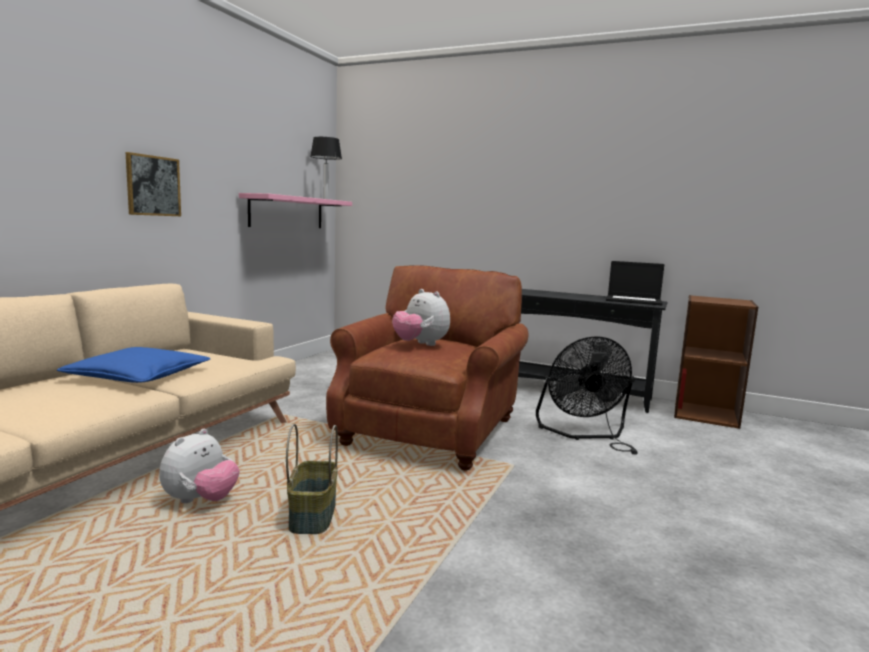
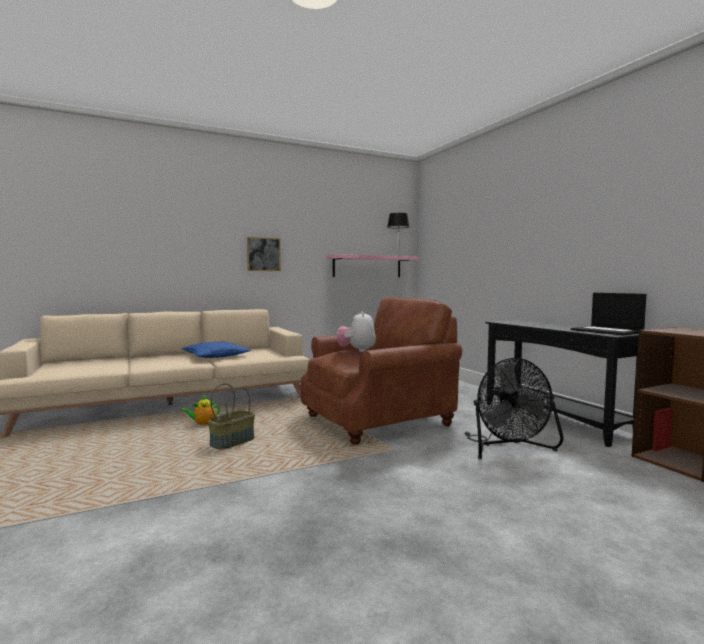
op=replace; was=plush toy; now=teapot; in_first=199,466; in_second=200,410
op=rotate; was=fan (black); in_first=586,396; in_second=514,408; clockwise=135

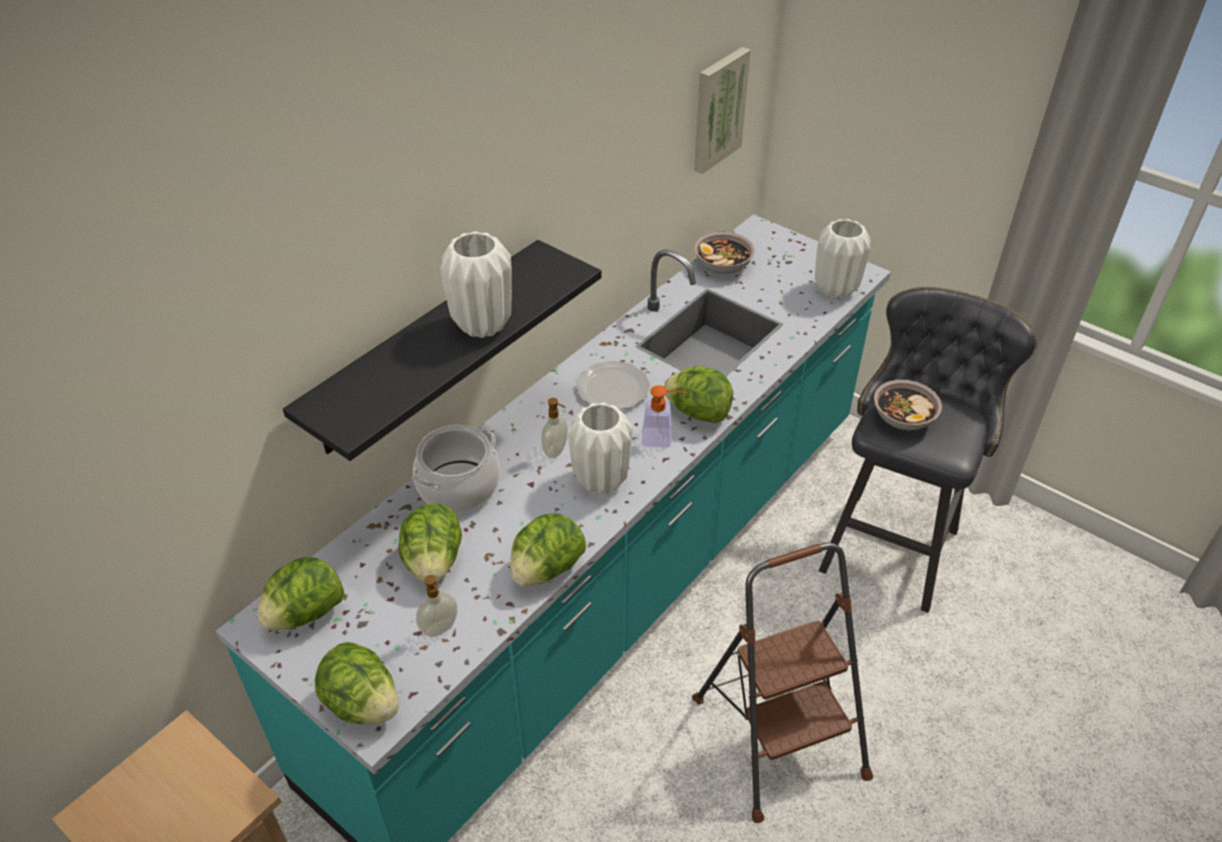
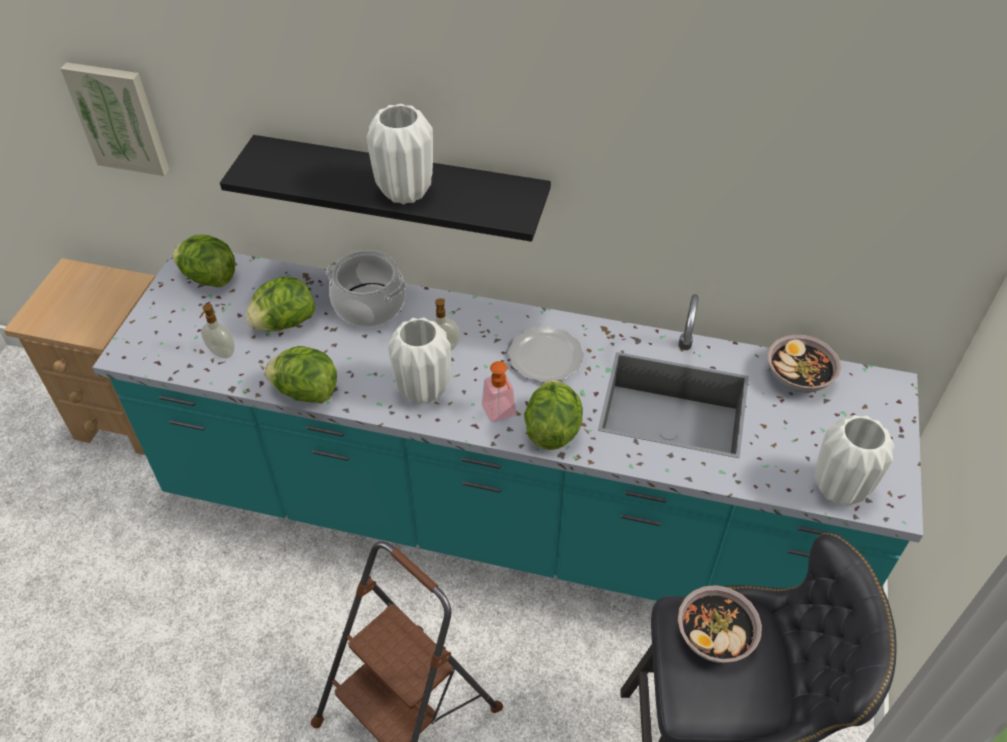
op=delete; was=lettuce; in_first=357,683
op=move; was=picture; in_first=722,110; in_second=114,119

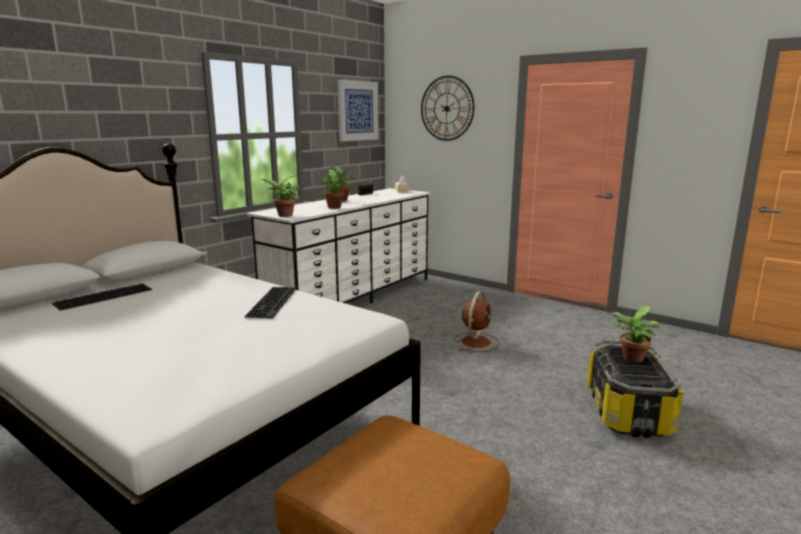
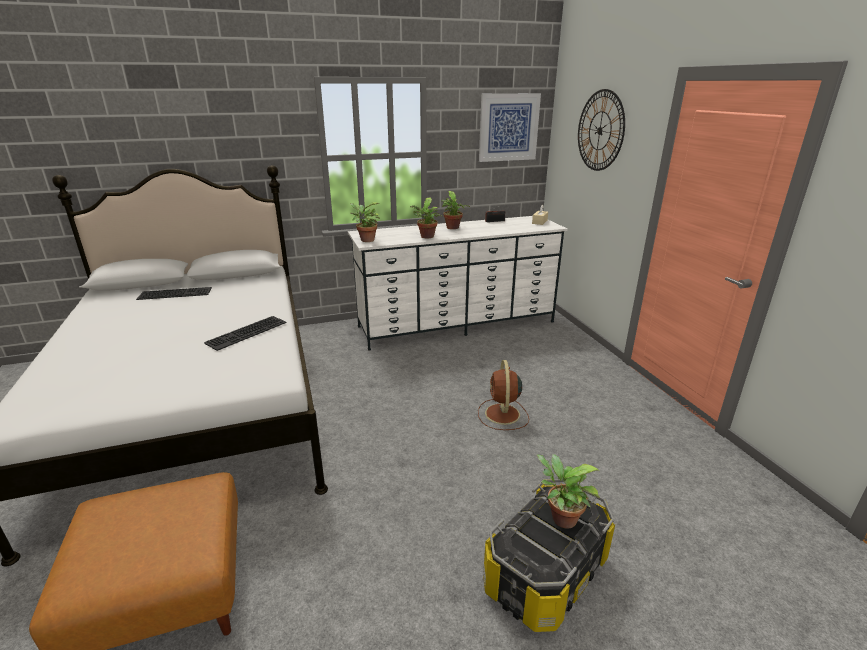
op=rotate; was=fan (brown); in_first=476,321; in_second=503,395; clockwise=120

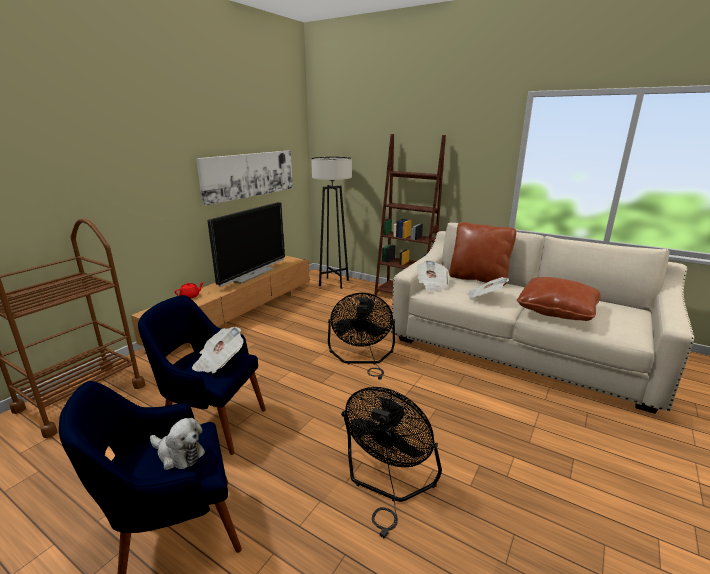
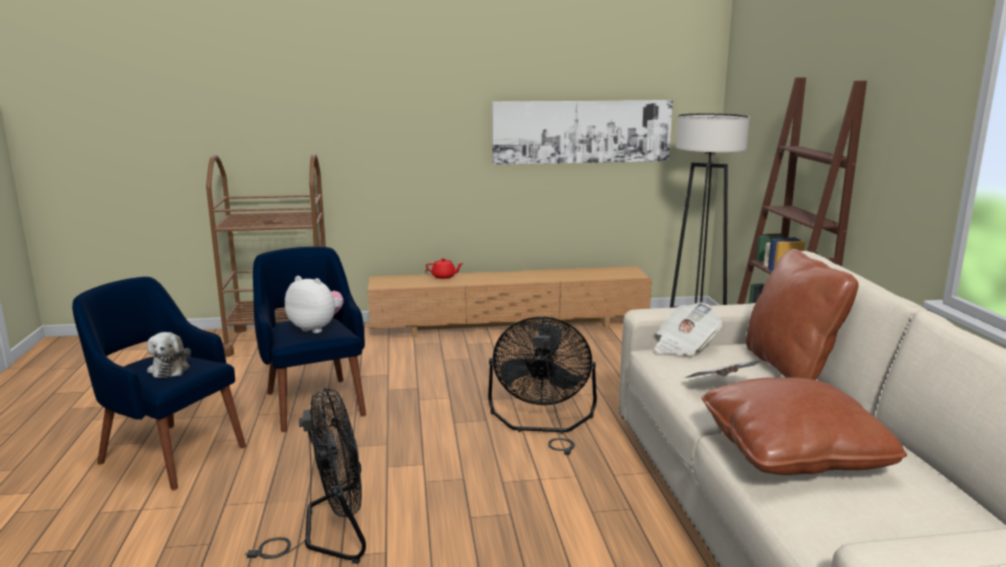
op=replace; was=newspaper; now=plush toy; in_first=218,350; in_second=314,304
op=delete; was=television; in_first=246,244
op=rotate; was=fan (black); in_first=361,336; in_second=542,385; clockwise=-45

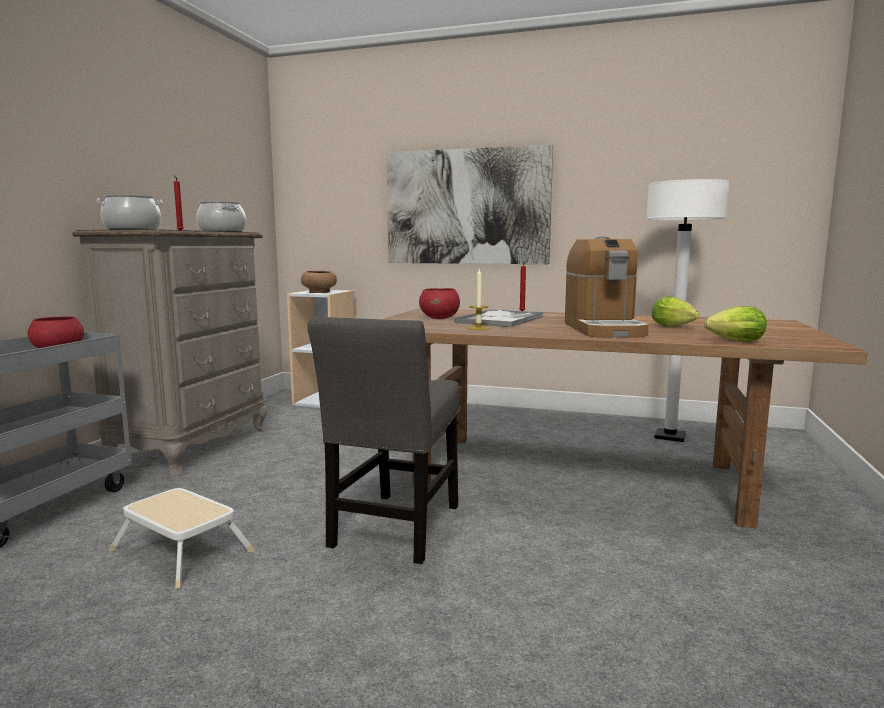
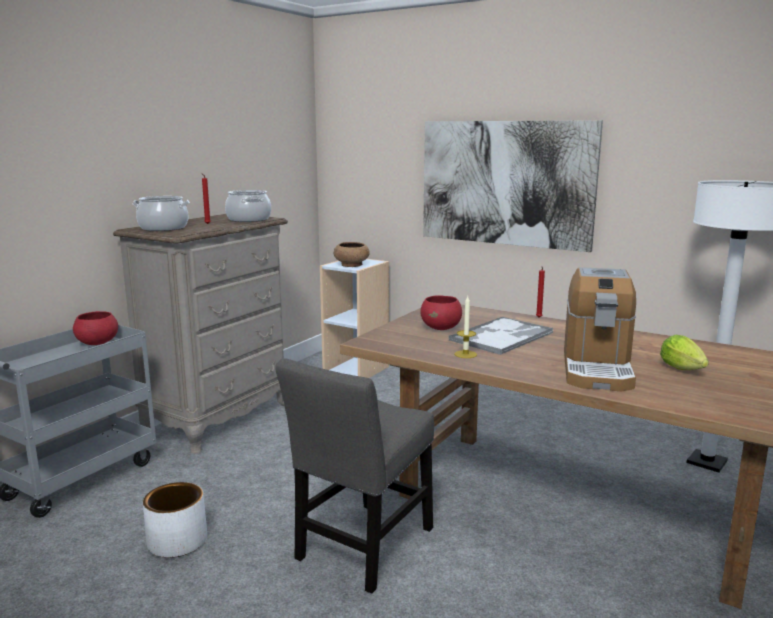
op=replace; was=step ladder (beige); now=planter (white); in_first=182,538; in_second=175,520
op=delete; was=lettuce; in_first=735,324

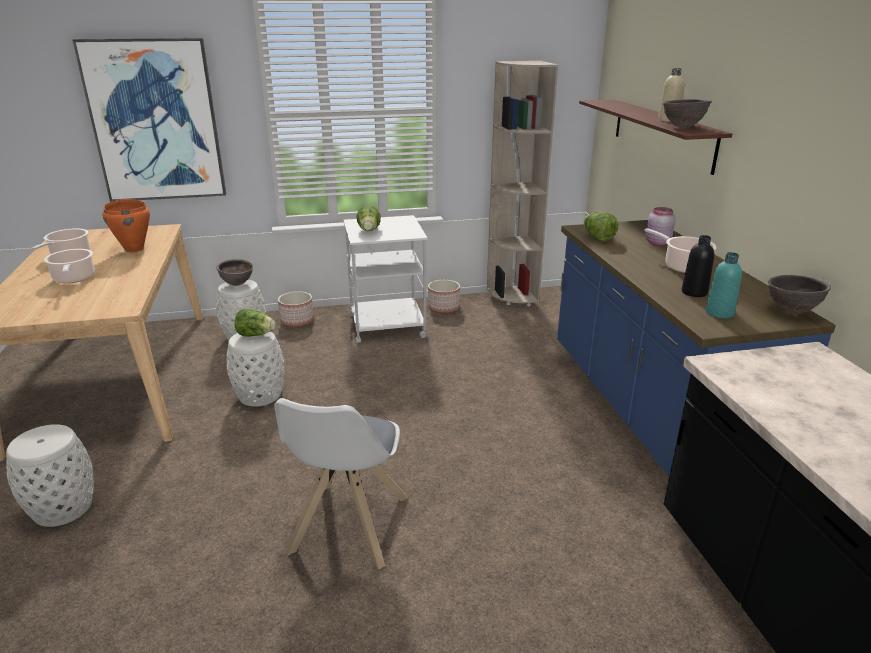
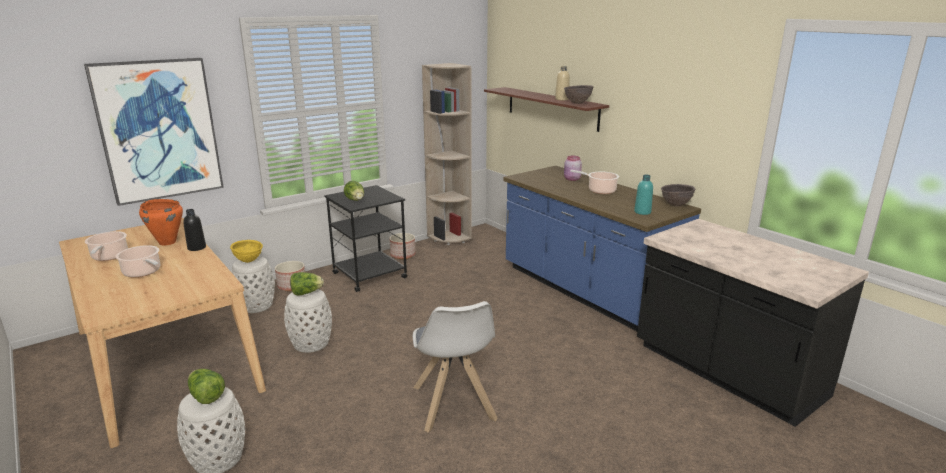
op=recolor; was=bowl (brown); now=bowl (yellow); in_first=234,272; in_second=246,251
op=recolor; was=cart (white); now=cart (black); in_first=385,279; in_second=366,238
op=move; was=lettuce; in_first=601,227; in_second=206,386
op=move; was=bottle (black); in_first=698,266; in_second=194,230

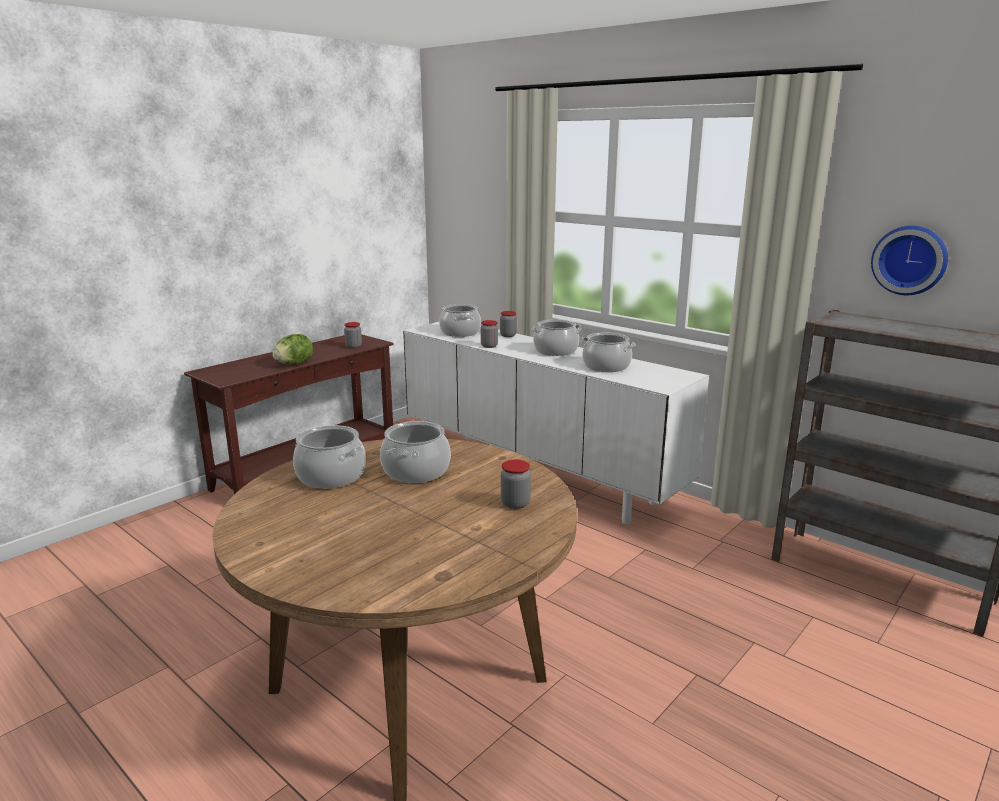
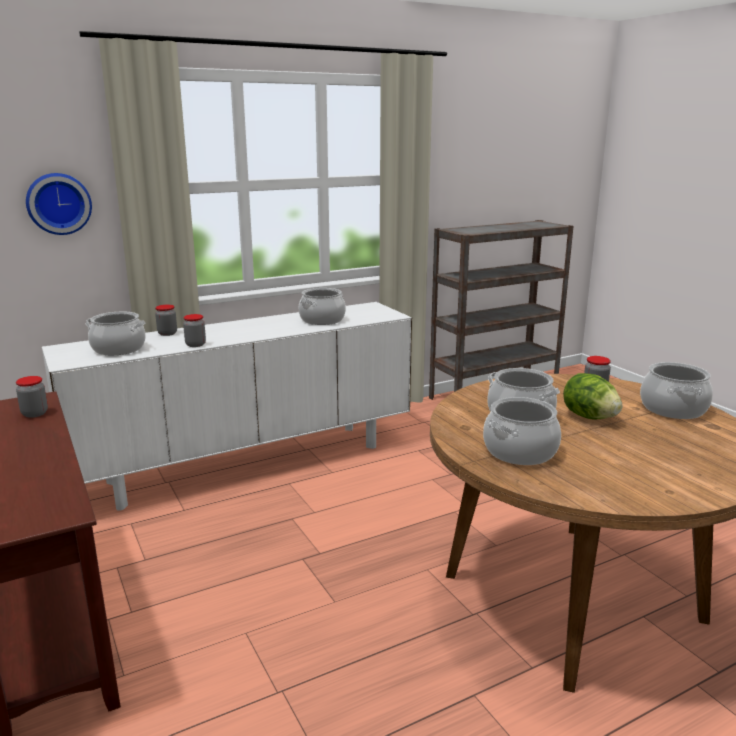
op=move; was=lettuce; in_first=292,349; in_second=592,396
op=move; was=cooking pot; in_first=556,337; in_second=676,390
op=move; was=wall clock; in_first=909,260; in_second=59,204

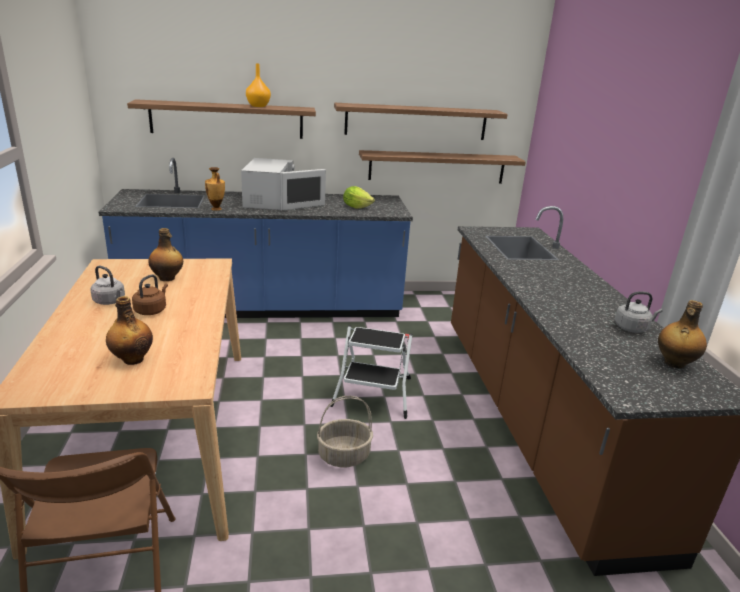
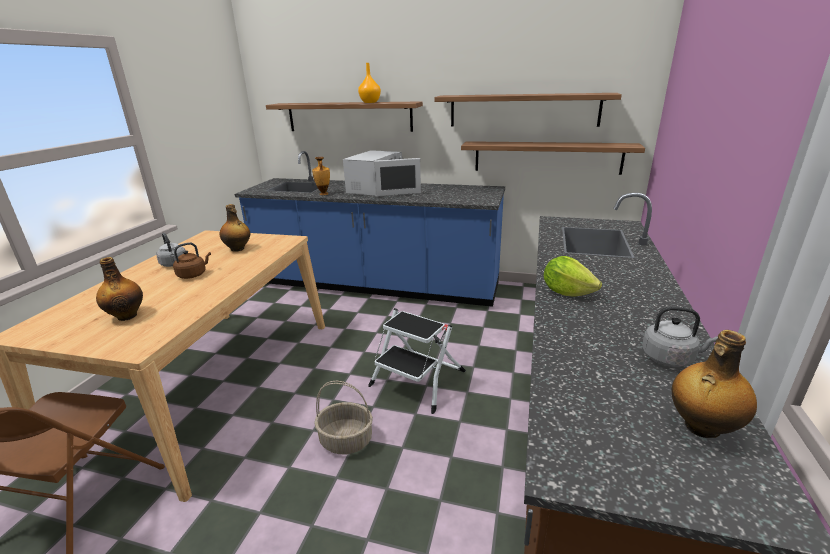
op=move; was=lettuce; in_first=359,197; in_second=572,276

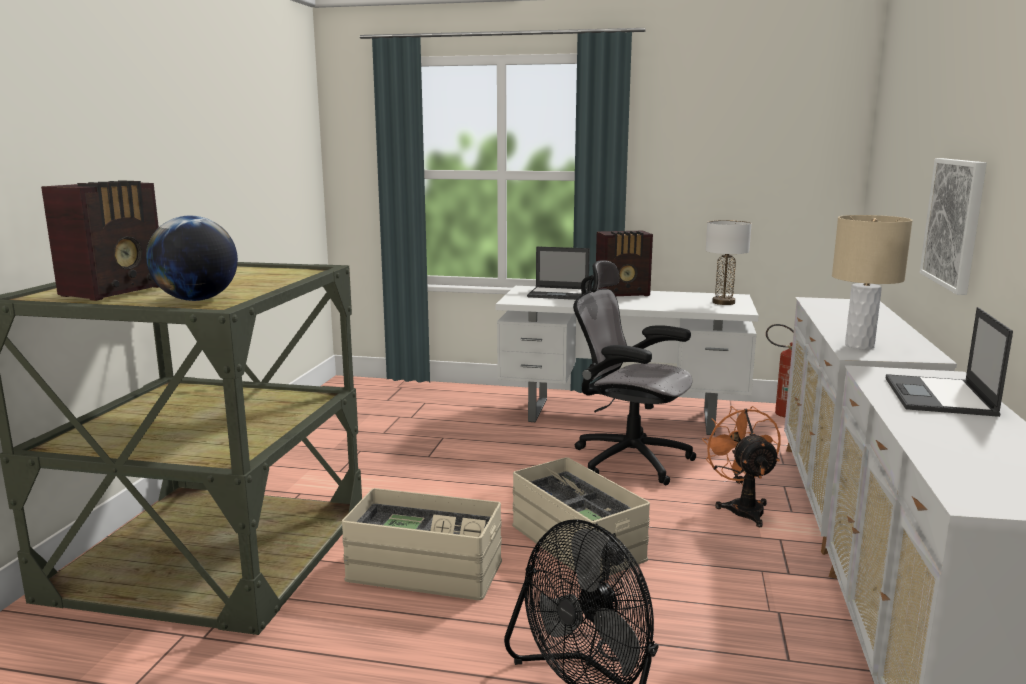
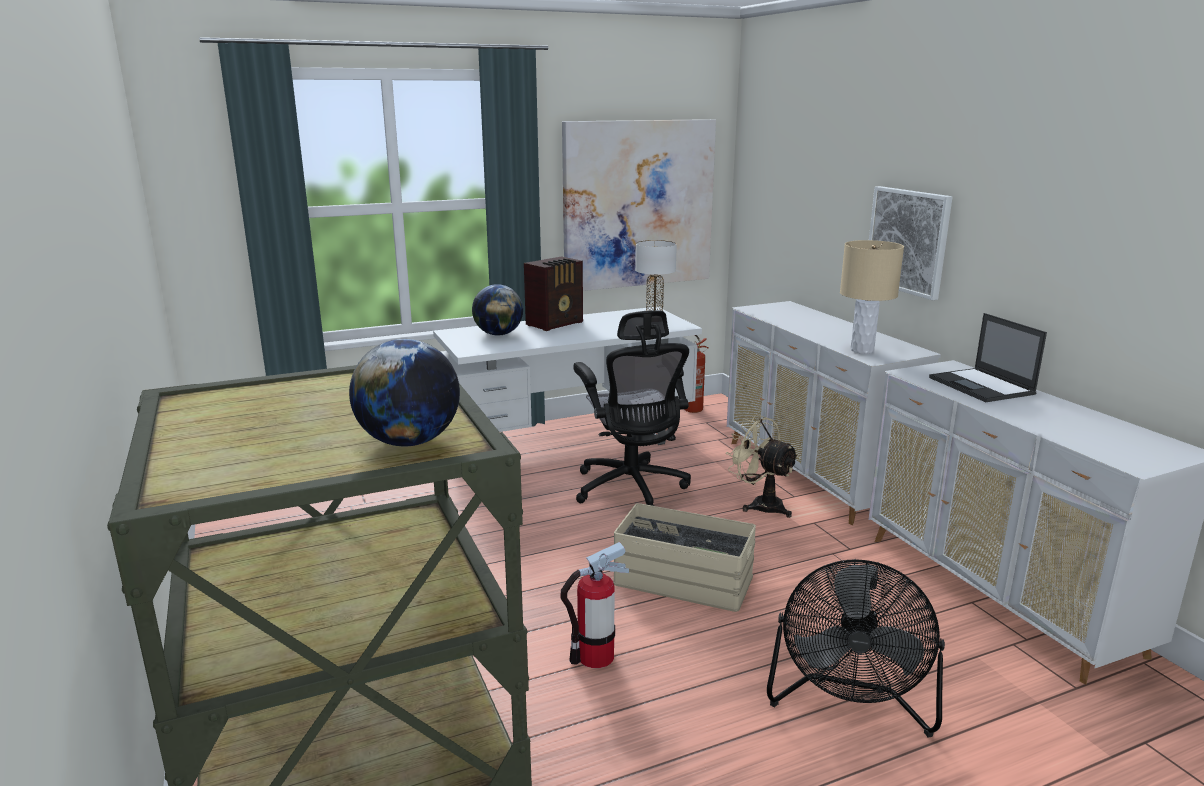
op=delete; was=radio; in_first=100,240
op=replace; was=storage box (beige); now=fire extinguisher; in_first=422,544; in_second=594,605
op=replace; was=laptop; now=globe; in_first=558,273; in_second=497,310
op=rotate; was=office chair; in_first=634,372; in_second=632,408; clockwise=-105
op=recolor; was=fan (orange); now=fan (beige); in_first=741,466; in_second=762,466
op=insert; now=picture; in_second=639,205

